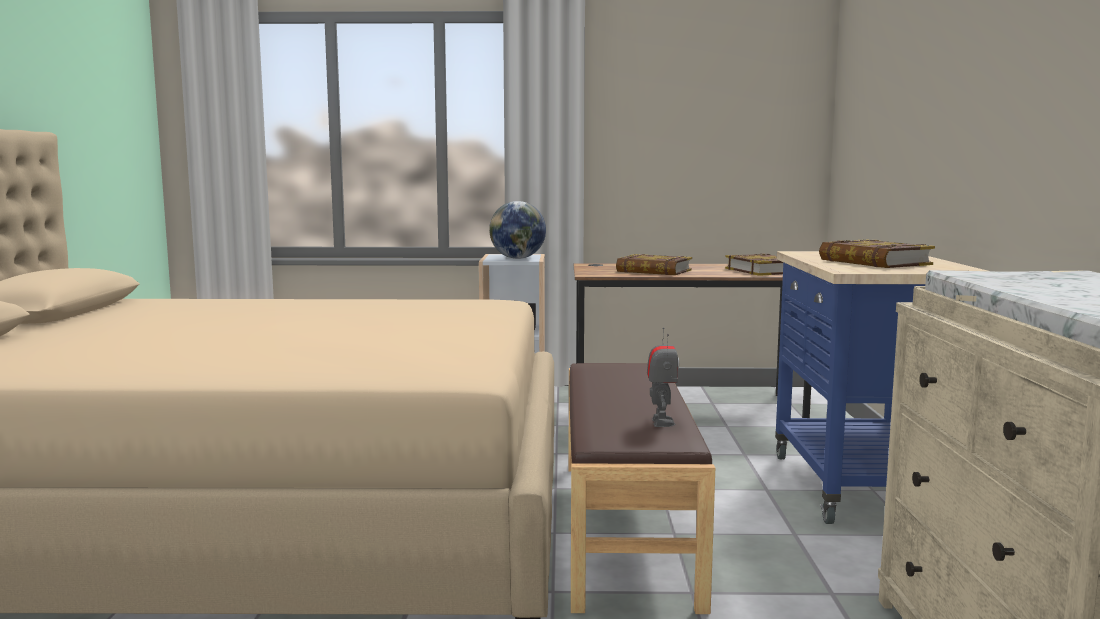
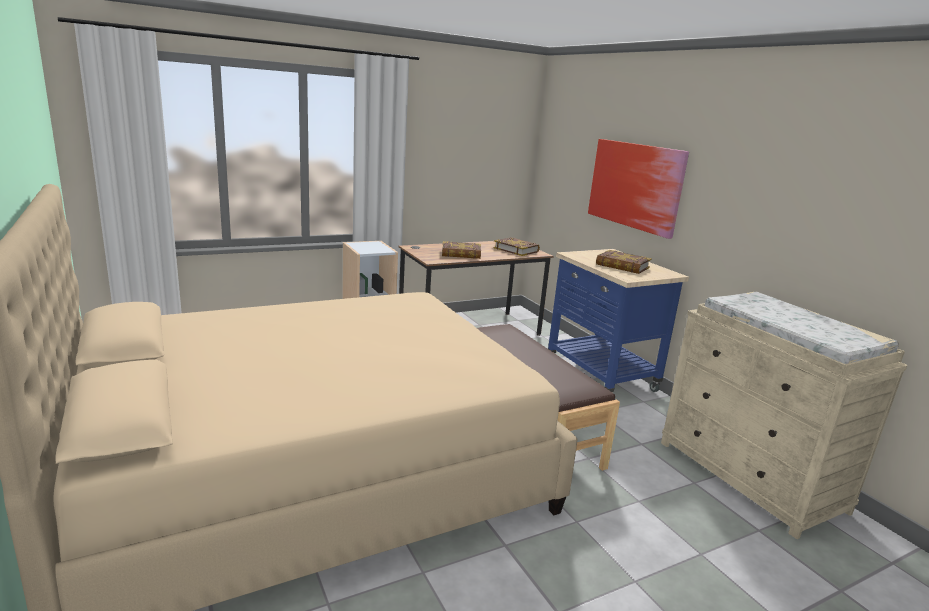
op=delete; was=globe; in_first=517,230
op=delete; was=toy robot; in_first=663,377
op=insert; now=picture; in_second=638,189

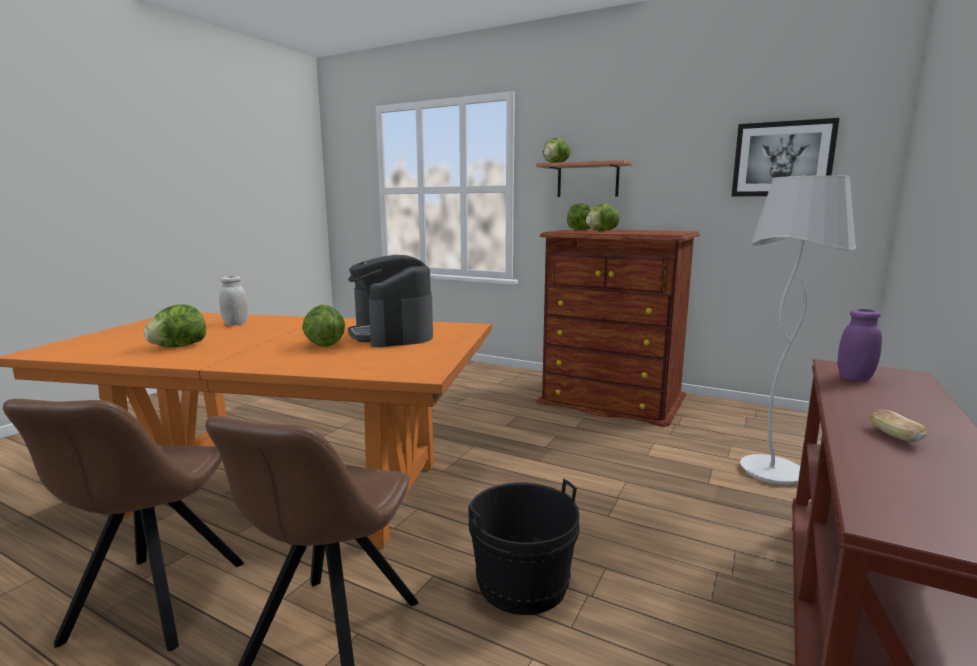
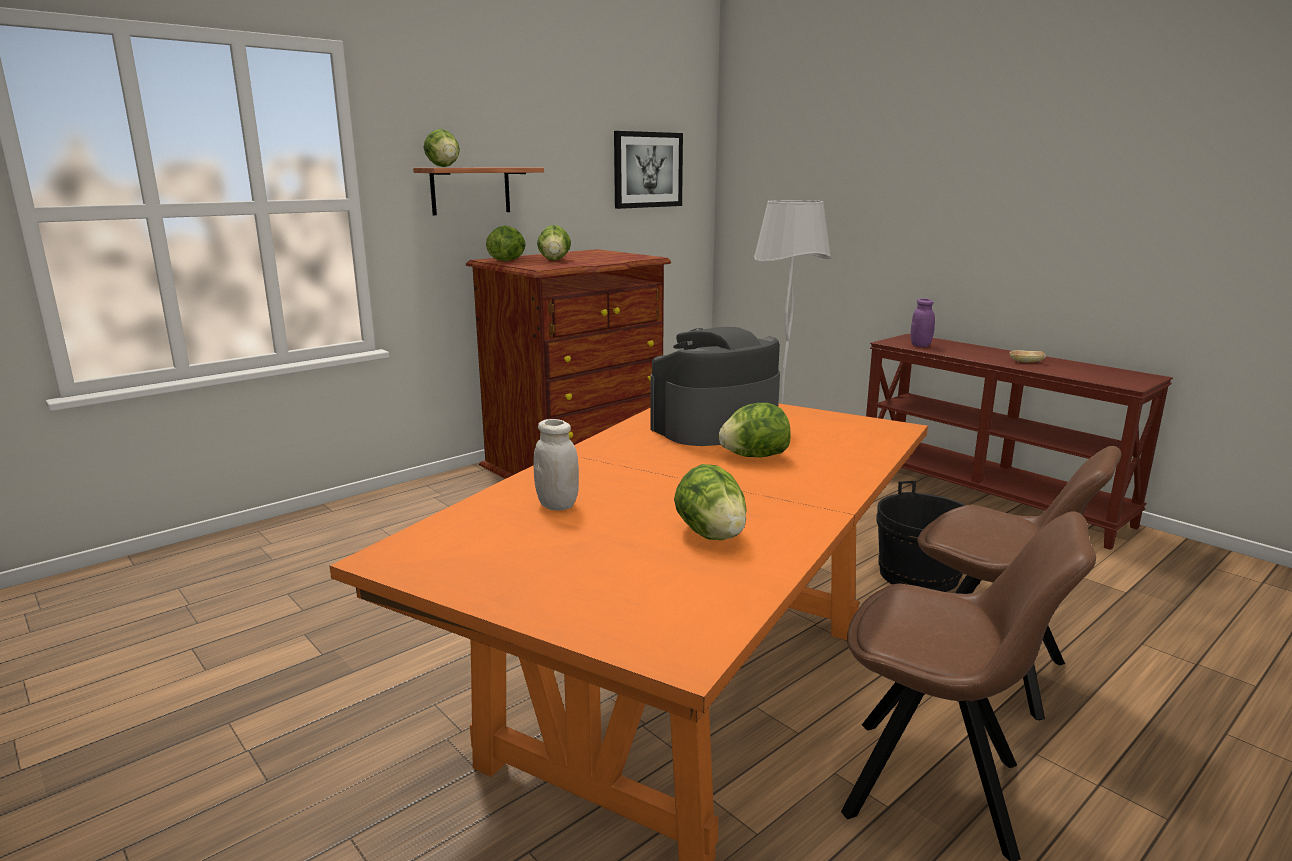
op=rotate; was=coffee machine; in_first=390,301; in_second=715,386; clockwise=150

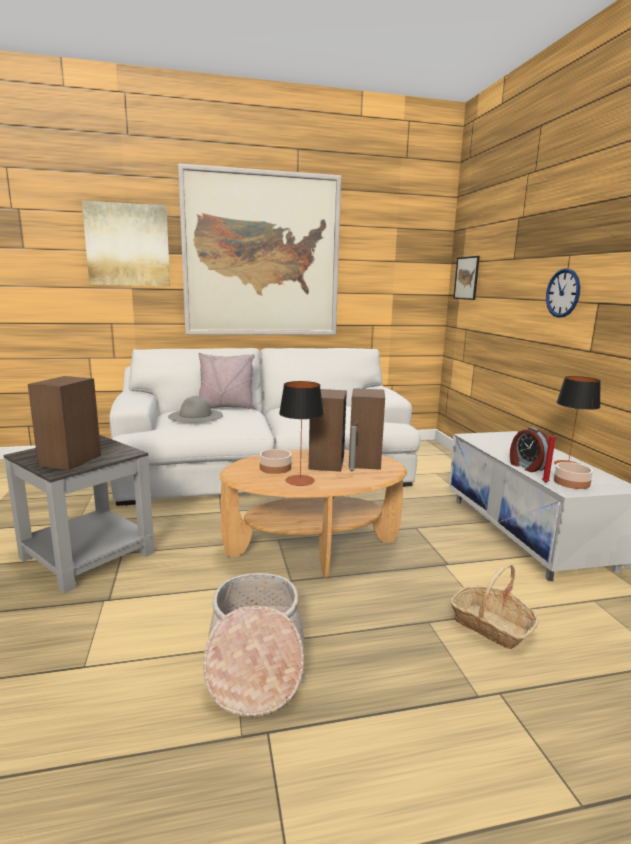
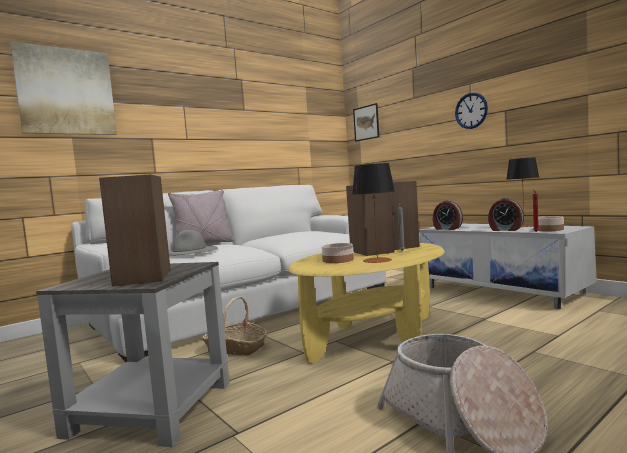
op=delete; was=picture; in_first=259,249
op=recolor; was=coffee table (brown); now=coffee table (yellow); in_first=313,513; in_second=366,303
op=move; was=basket; in_first=494,606; in_second=235,326
op=insert; now=alarm clock; in_second=448,215

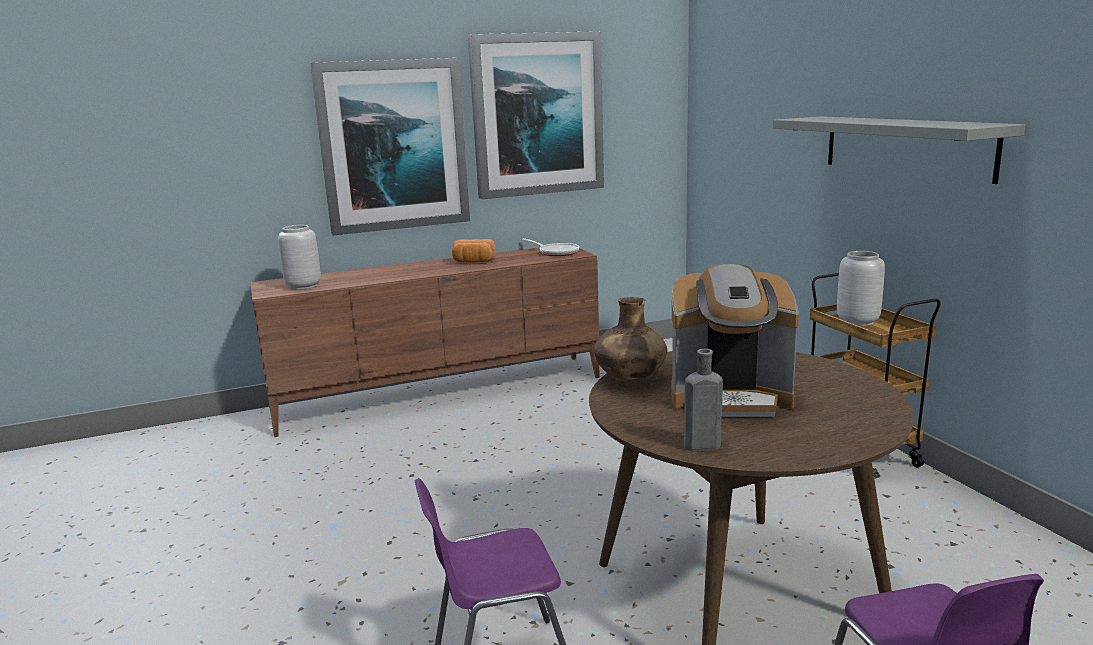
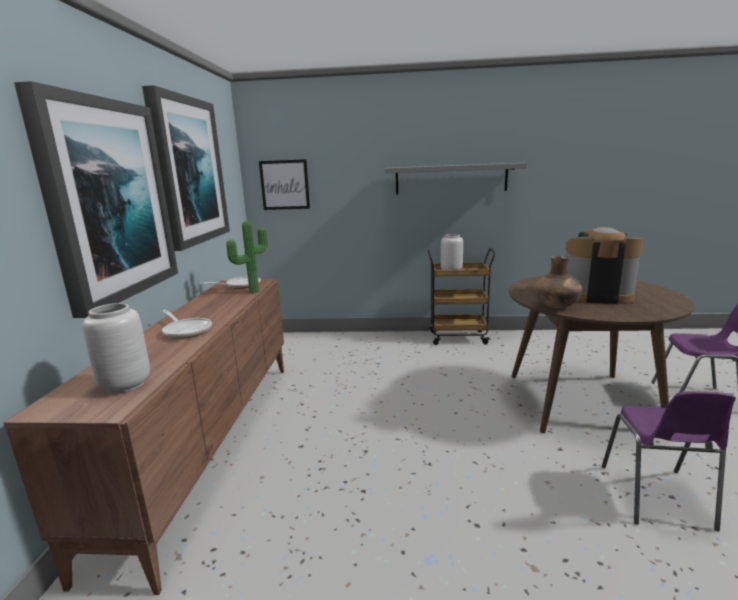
op=delete; was=bread; in_first=474,251
op=rotate; was=coffee machine; in_first=735,340; in_second=604,265; clockwise=-105
op=delete; was=bottle (grey); in_first=703,400
op=insert; now=frying pan; in_second=187,324
op=insert; now=potted plant; in_second=247,257
op=insert; now=picture; in_second=284,184

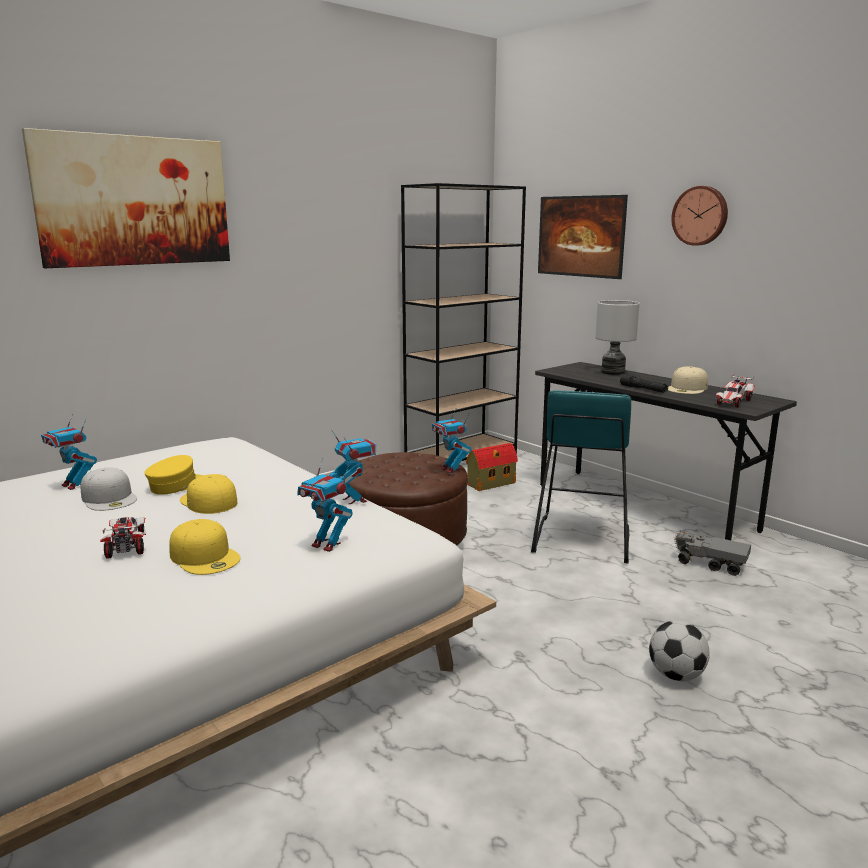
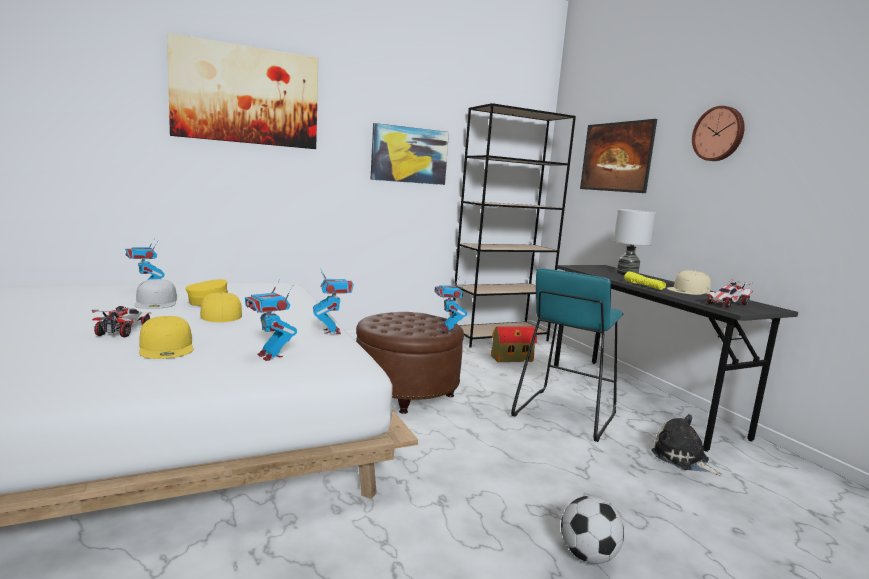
op=recolor; was=flashlight (black); now=flashlight (yellow); in_first=644,383; in_second=645,280
op=replace; was=toy truck; now=plush toy; in_first=712,553; in_second=686,444
op=insert; now=picture; in_second=409,154

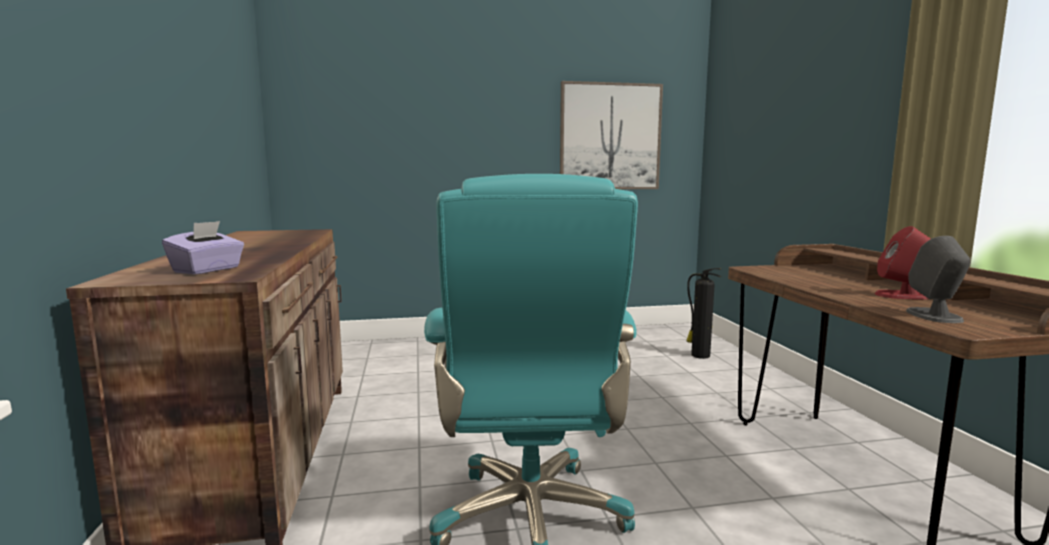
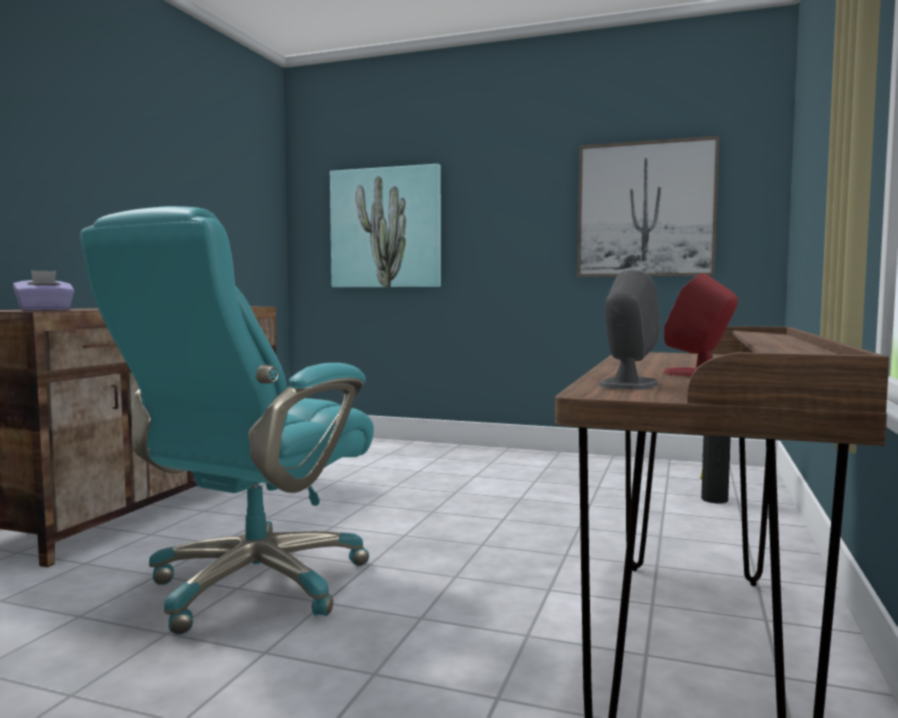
op=insert; now=picture; in_second=385,225

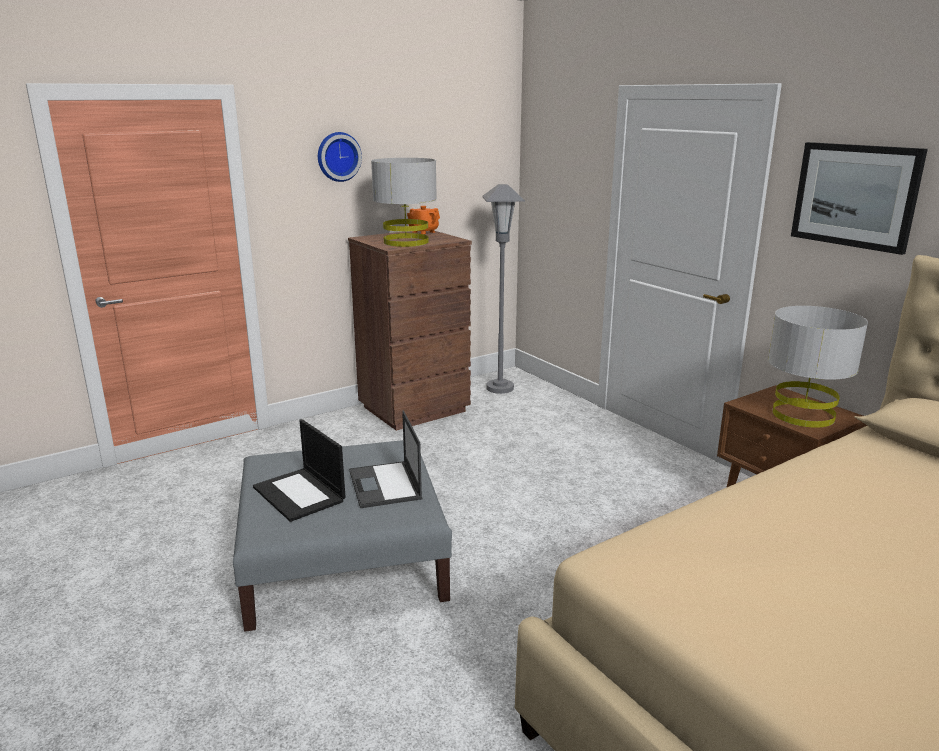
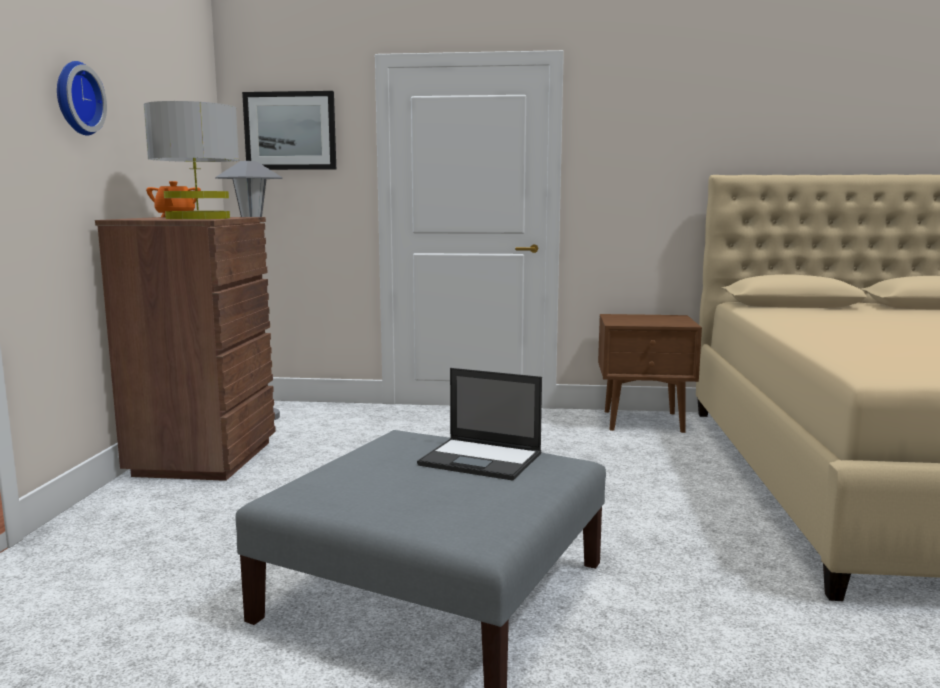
op=delete; was=laptop; in_first=299,470
op=delete; was=table lamp (grey); in_first=818,367
op=move; was=picture; in_first=859,198; in_second=289,130

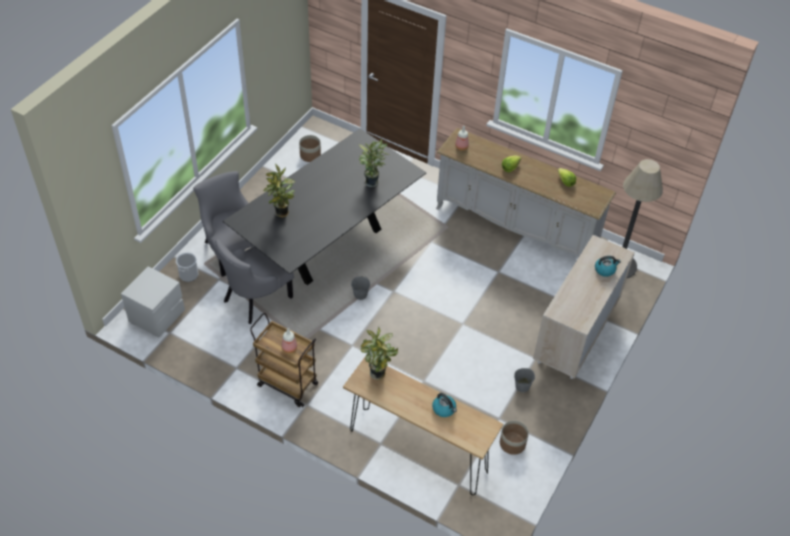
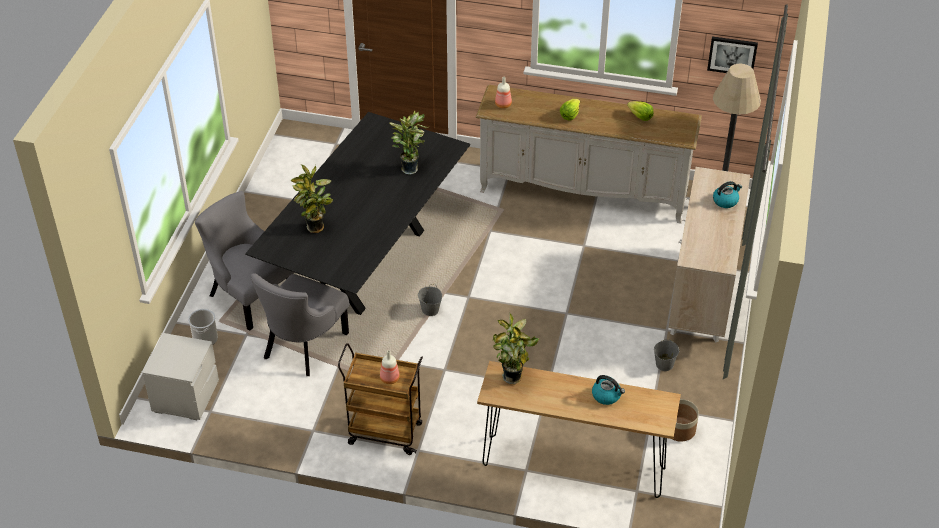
op=delete; was=planter; in_first=310,148
op=insert; now=picture; in_second=732,54

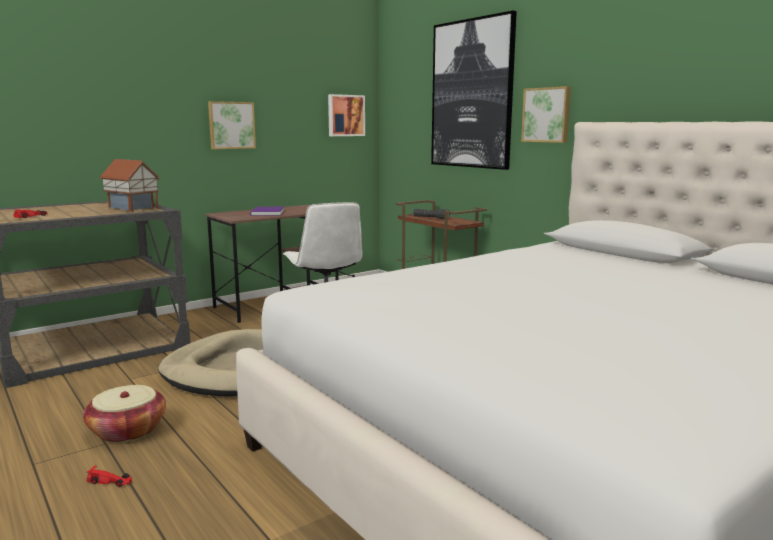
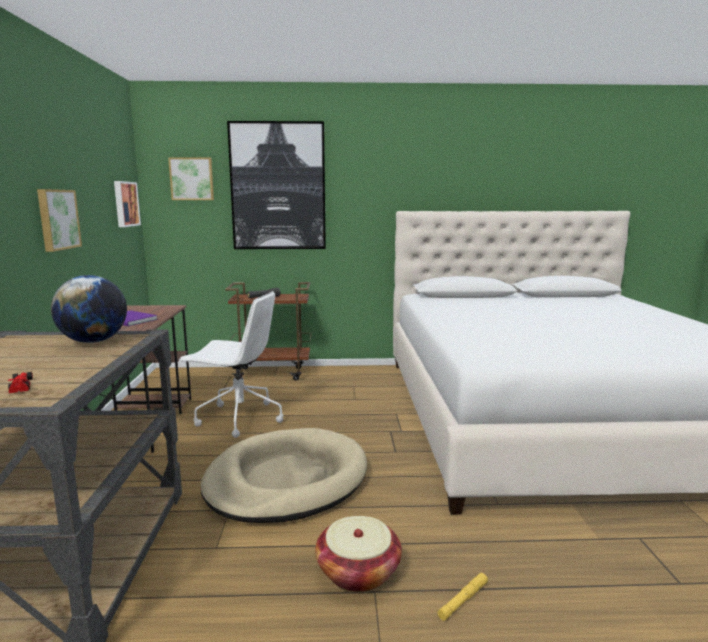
op=replace; was=toy car (red); now=flashlight (yellow); in_first=109,476; in_second=463,597
op=replace; was=toy house; now=globe; in_first=129,185; in_second=89,309
op=move; was=picture; in_first=546,114; in_second=191,178

